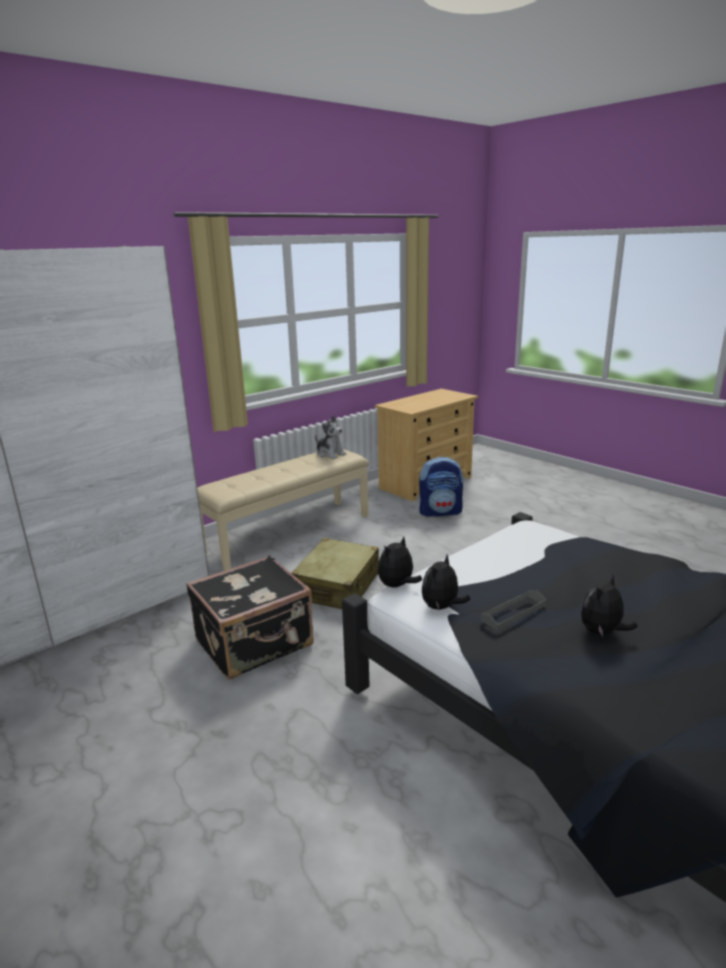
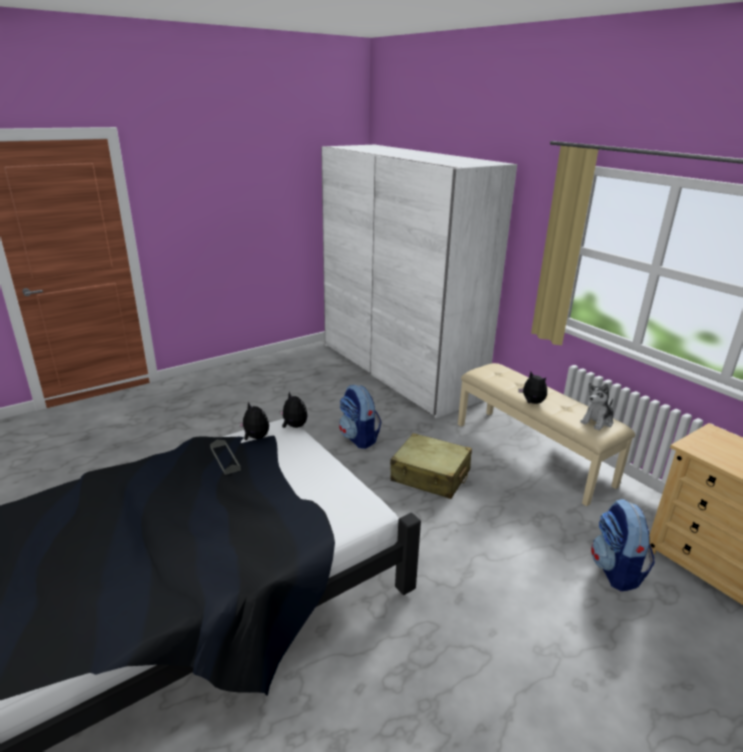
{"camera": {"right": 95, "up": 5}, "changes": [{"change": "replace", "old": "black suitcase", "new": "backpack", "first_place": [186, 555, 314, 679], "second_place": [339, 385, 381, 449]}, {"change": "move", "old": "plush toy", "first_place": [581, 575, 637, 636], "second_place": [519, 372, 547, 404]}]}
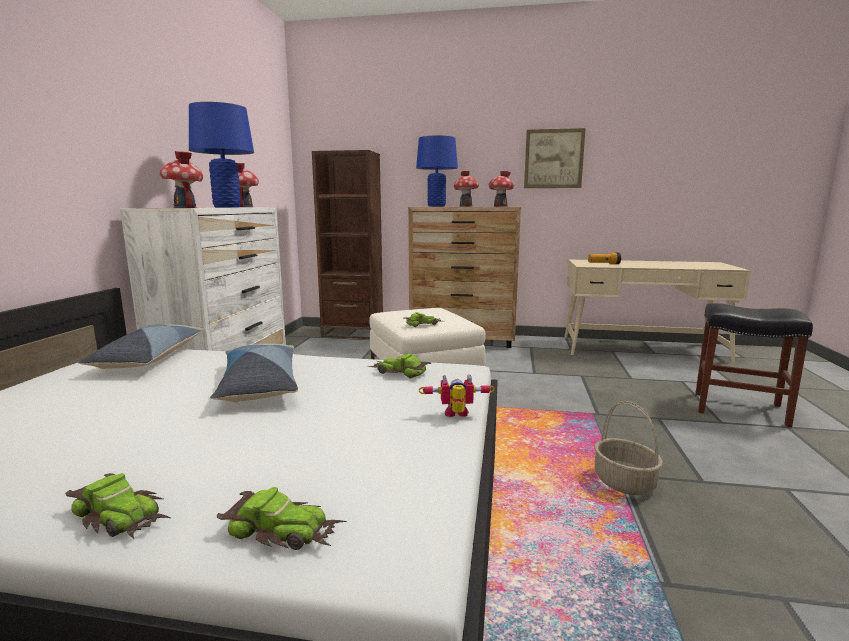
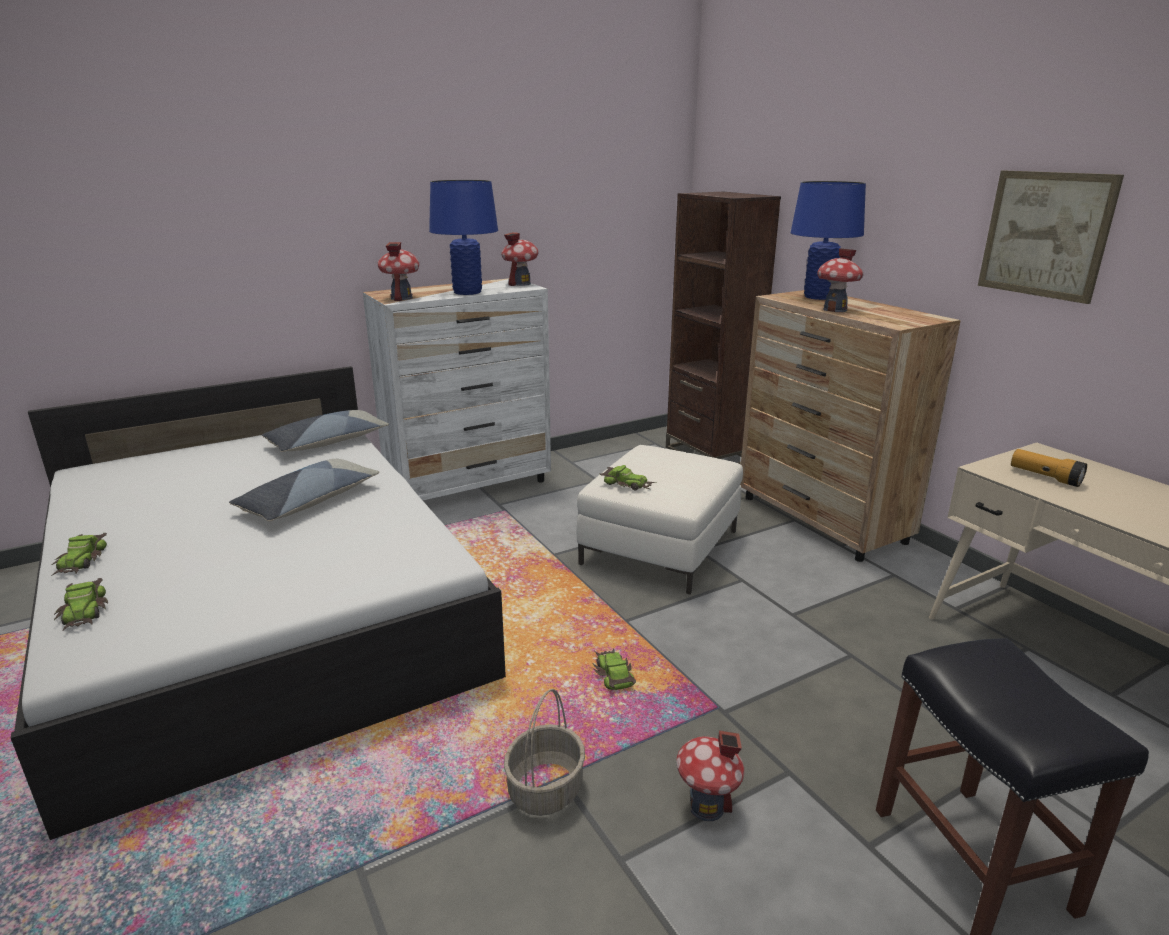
{"camera": {"right": 50, "up": 10}, "changes": [{"change": "move", "old": "toy car", "first_place": [367, 353, 431, 378], "second_place": [592, 648, 636, 690]}, {"change": "move", "old": "toy house", "first_place": [489, 171, 514, 207], "second_place": [676, 730, 744, 821]}, {"change": "delete", "old": "toy robot", "first_place": [418, 374, 495, 417]}]}
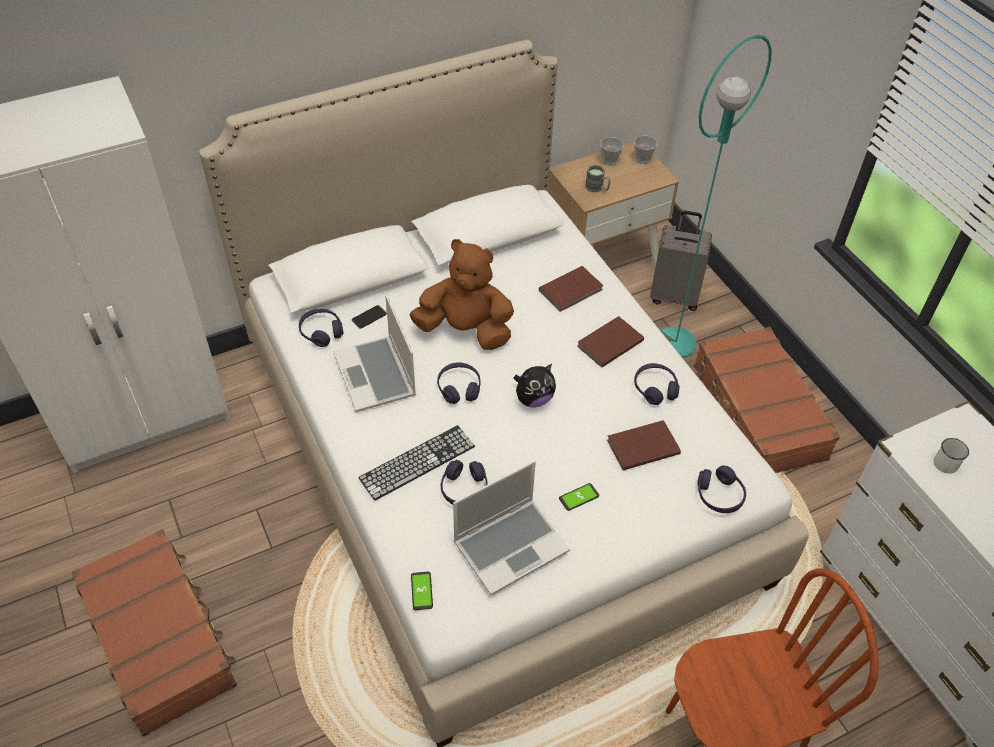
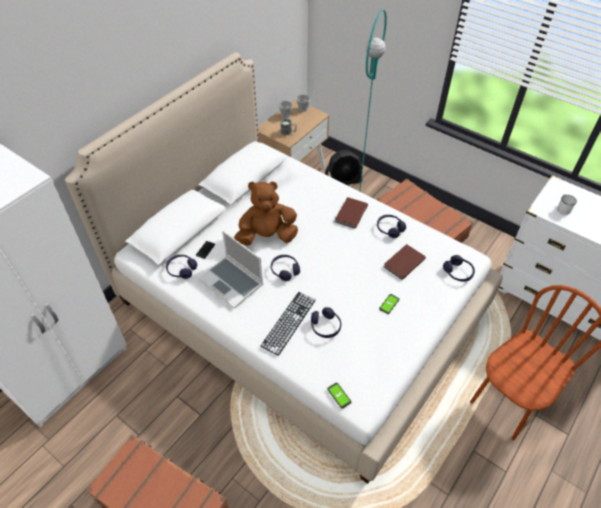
{"camera": {"right": -25, "up": 0}, "changes": [{"change": "replace", "old": "grey suitcase", "new": "black fan", "first_place": [650, 211, 712, 311], "second_place": [325, 150, 362, 185]}, {"change": "delete", "old": "laptop", "first_place": [453, 461, 570, 595]}, {"change": "delete", "old": "plush toy", "first_place": [513, 364, 556, 407]}, {"change": "delete", "old": "brown book", "first_place": [539, 266, 604, 312]}]}
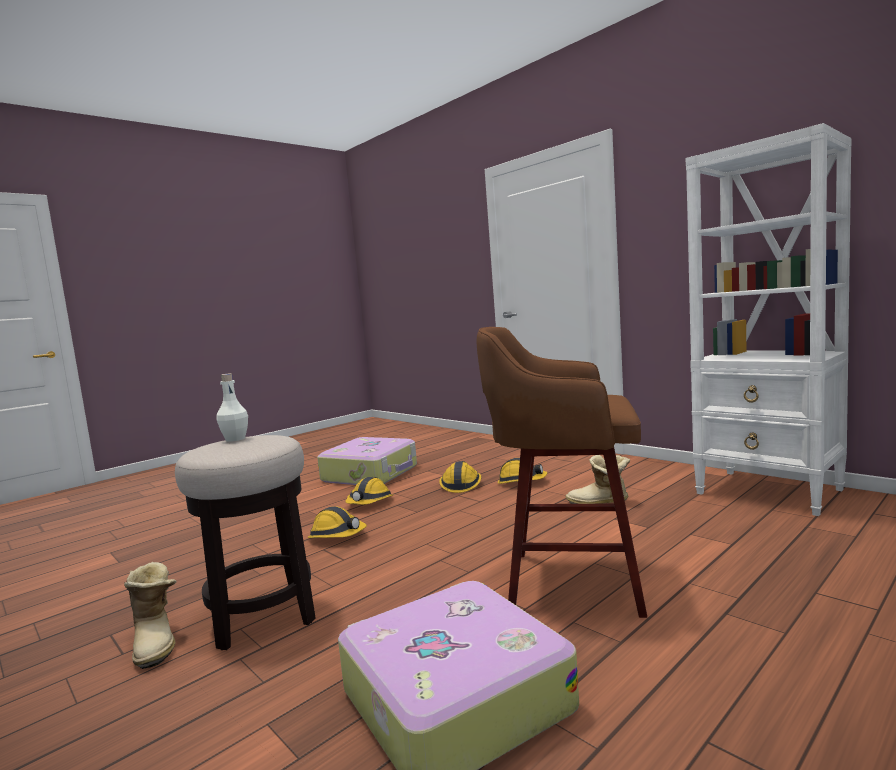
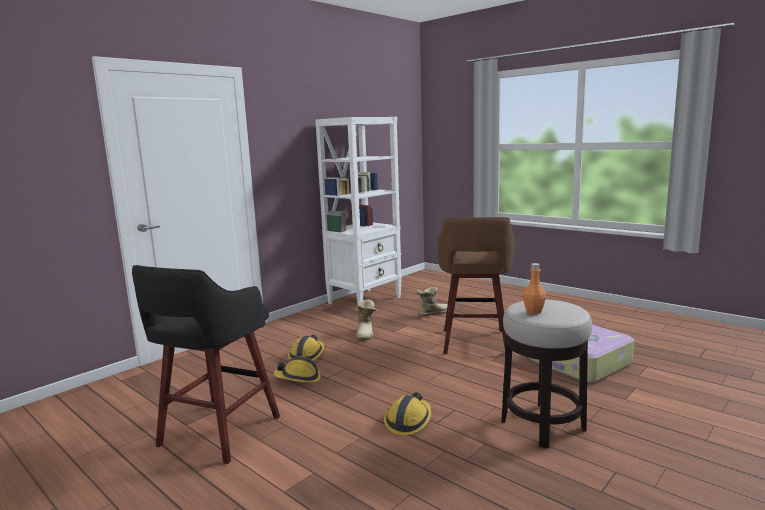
{"camera": {"right": -95, "up": 5}, "changes": [{"change": "replace", "old": "suitcase", "new": "black stool", "first_place": [317, 437, 417, 485], "second_place": [132, 265, 280, 464]}, {"change": "move", "old": "boot", "first_place": [124, 562, 176, 669], "second_place": [416, 287, 448, 316]}, {"change": "recolor", "old": "white bottle", "new": "orange bottle", "first_place": [216, 373, 248, 442], "second_place": [523, 263, 546, 314]}, {"change": "delete", "old": "hard hat", "first_place": [345, 477, 393, 505]}]}
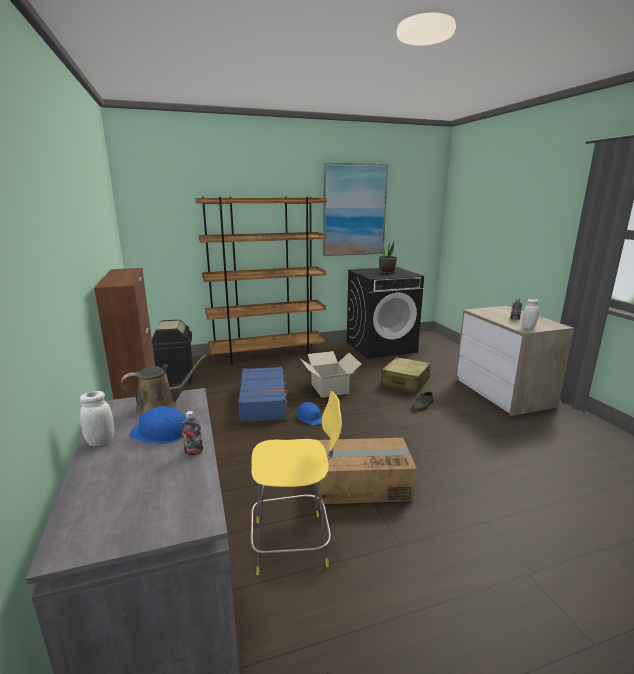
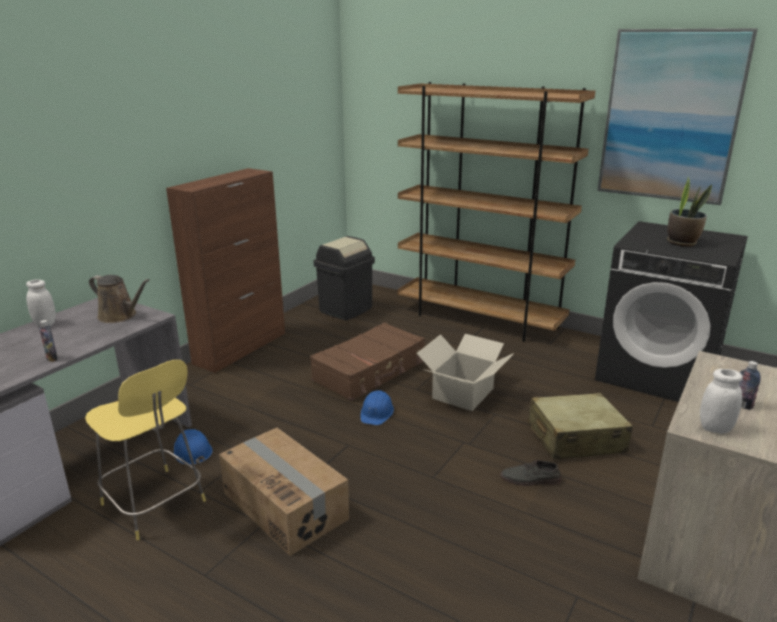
{"camera": {"right": 50, "up": 5}, "changes": [{"change": "move", "old": "blue hard hat", "first_place": [129, 406, 186, 444], "second_place": [174, 429, 212, 465]}, {"change": "recolor", "old": "blue suitcase", "new": "brown suitcase", "first_place": [238, 367, 290, 422], "second_place": [310, 322, 425, 401]}]}
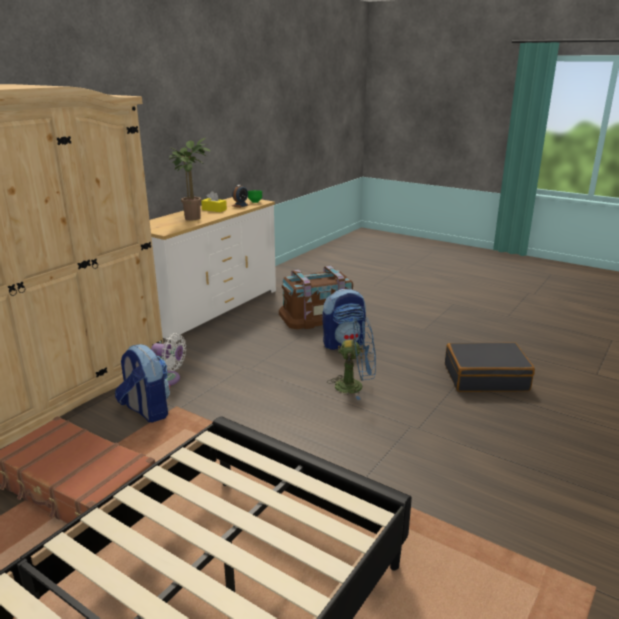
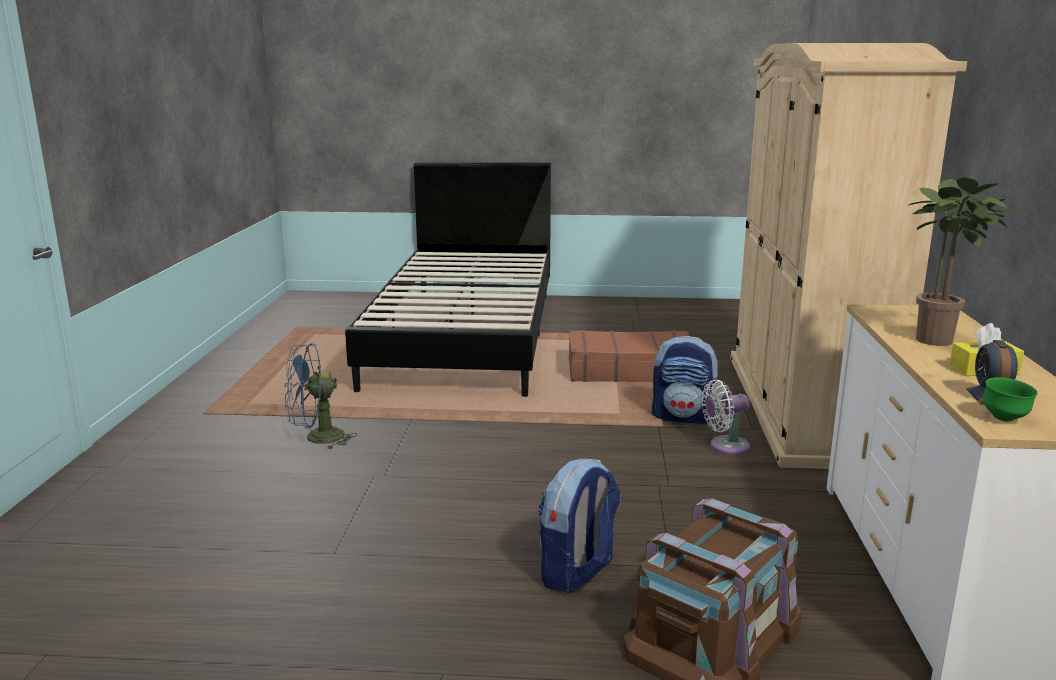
{"camera": {"right": 150, "up": -5}, "changes": [{"change": "move", "old": "blue fan", "first_place": [327, 317, 376, 400], "second_place": [285, 343, 357, 450]}, {"change": "delete", "old": "black suitcase", "first_place": [445, 342, 535, 392]}]}
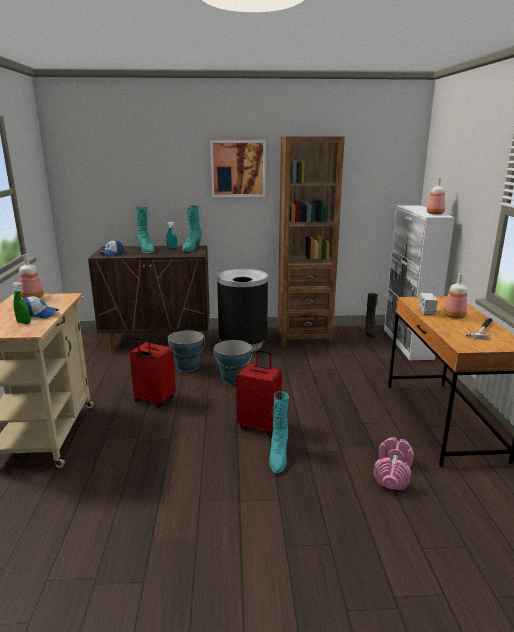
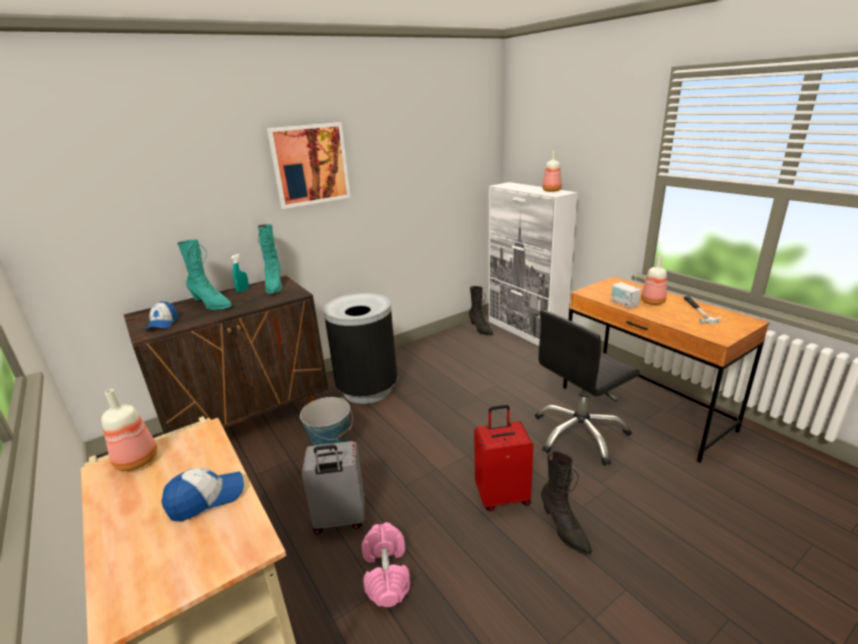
{"camera": {"right": -30, "up": 5}, "changes": [{"change": "recolor", "old": "red suitcase", "new": "grey suitcase", "first_place": [130, 337, 176, 408], "second_place": [302, 441, 364, 534]}, {"change": "move", "old": "pink dumbbell", "first_place": [374, 437, 414, 490], "second_place": [362, 522, 410, 607]}, {"change": "insert", "new": "black office chair", "second_place": [535, 310, 640, 466]}, {"change": "recolor", "old": "turquoise boot", "new": "black boot", "first_place": [269, 391, 289, 473], "second_place": [541, 451, 592, 555]}, {"change": "delete", "old": "green spray bottle", "first_place": [13, 282, 31, 324]}, {"change": "delete", "old": "bucket", "first_place": [214, 340, 253, 384]}, {"change": "delete", "old": "brown bookcase", "first_place": [278, 136, 345, 345]}]}
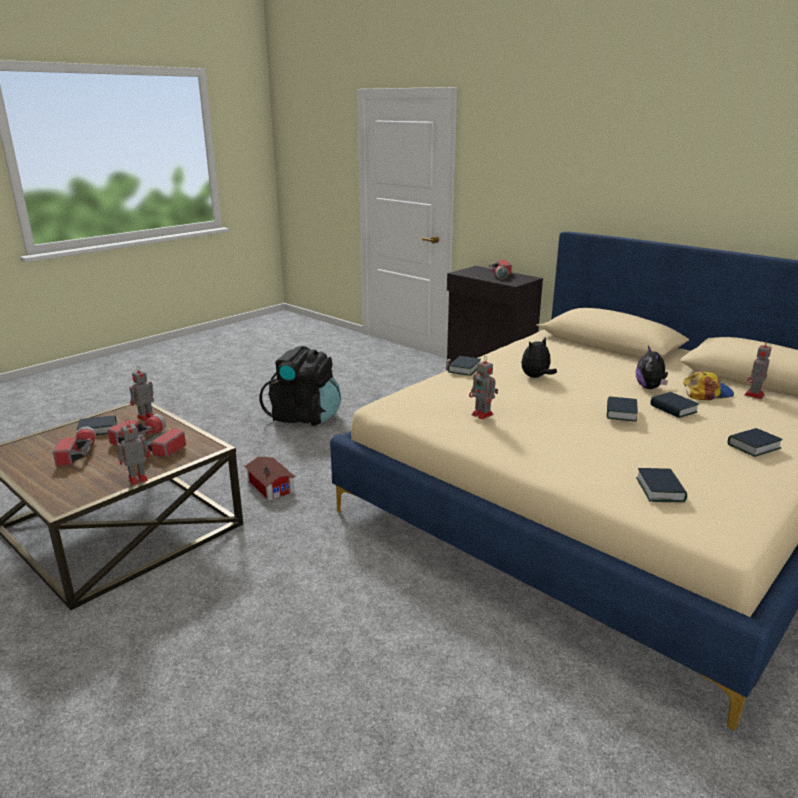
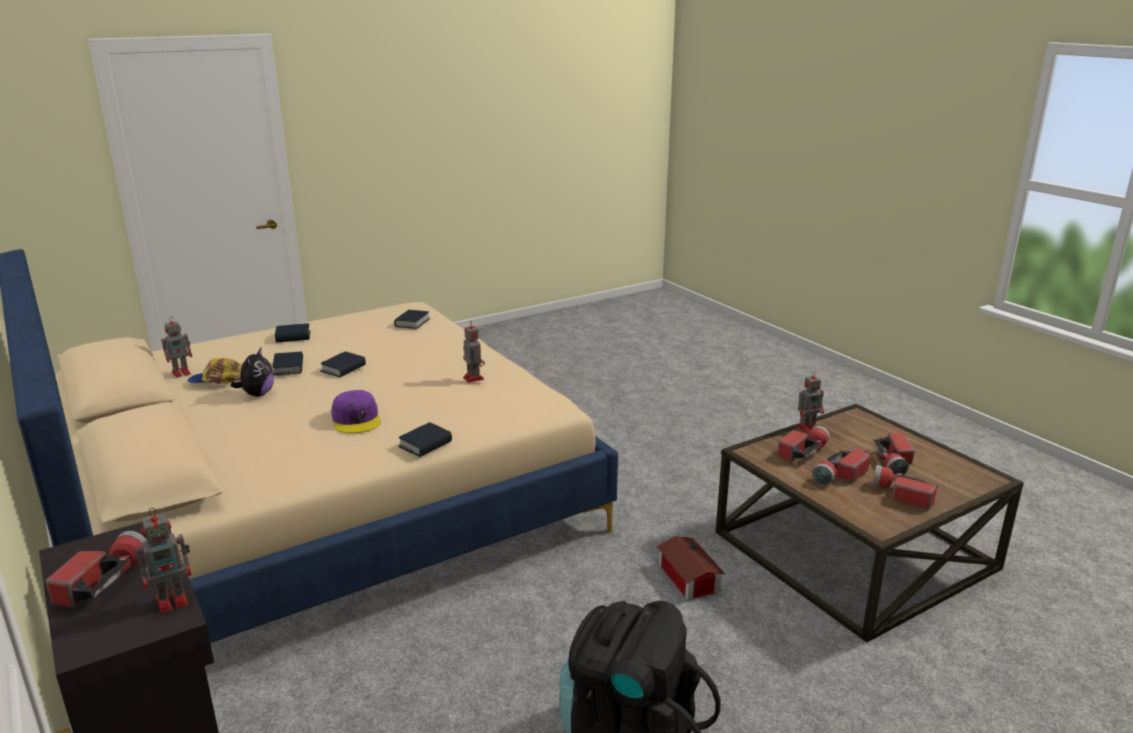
{"camera": {"right": -165, "up": 0}, "changes": [{"change": "move", "old": "toy robot", "first_place": [130, 366, 154, 422], "second_place": [135, 508, 192, 614]}, {"change": "replace", "old": "plush toy", "new": "purple cap", "first_place": [521, 337, 557, 378], "second_place": [331, 390, 381, 433]}, {"change": "replace", "old": "book", "new": "flashlight", "first_place": [77, 415, 117, 435], "second_place": [873, 465, 938, 510]}]}
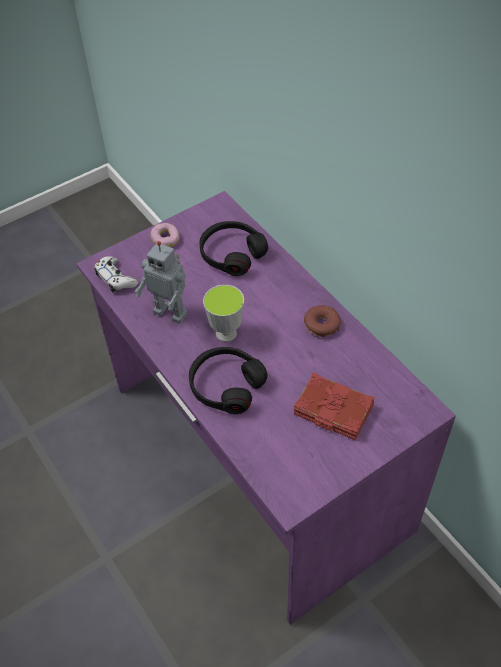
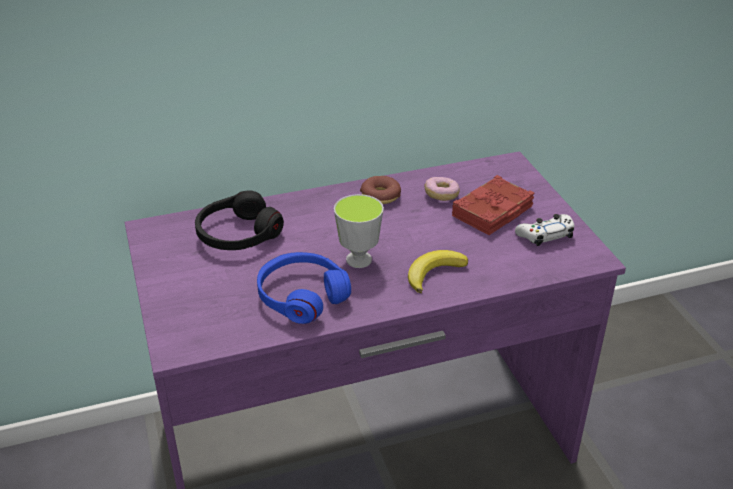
{"camera": {"right": -75, "up": -15}, "changes": [{"change": "replace", "old": "toy robot", "new": "blue headphones", "first_place": [134, 241, 187, 324], "second_place": [257, 252, 351, 324]}, {"change": "replace", "old": "black headphones", "new": "banana", "first_place": [189, 347, 268, 414], "second_place": [408, 250, 468, 293]}, {"change": "move", "old": "donut", "first_place": [150, 223, 180, 247], "second_place": [424, 177, 460, 201]}, {"change": "move", "old": "white game controller", "first_place": [94, 256, 138, 292], "second_place": [515, 214, 574, 246]}]}
